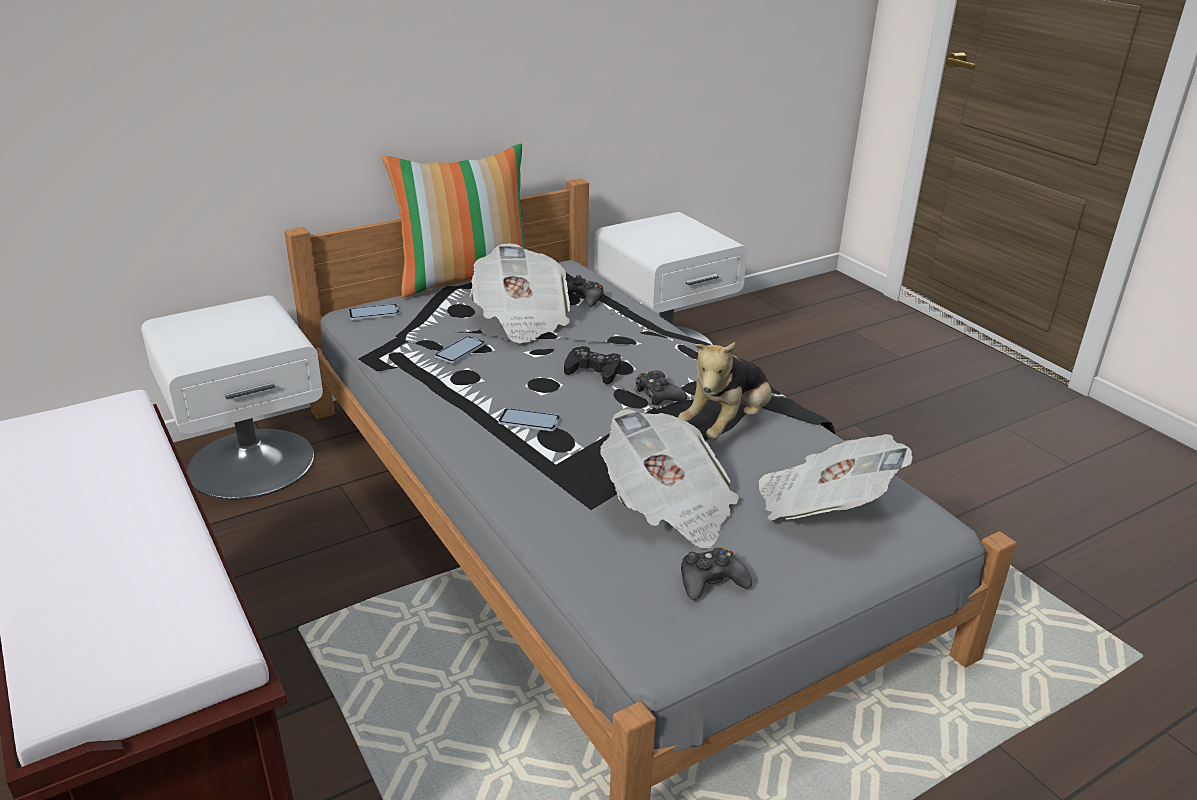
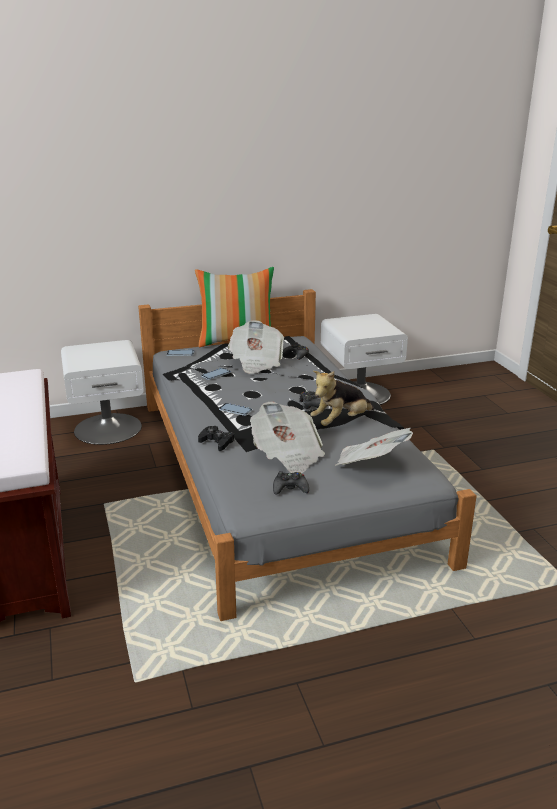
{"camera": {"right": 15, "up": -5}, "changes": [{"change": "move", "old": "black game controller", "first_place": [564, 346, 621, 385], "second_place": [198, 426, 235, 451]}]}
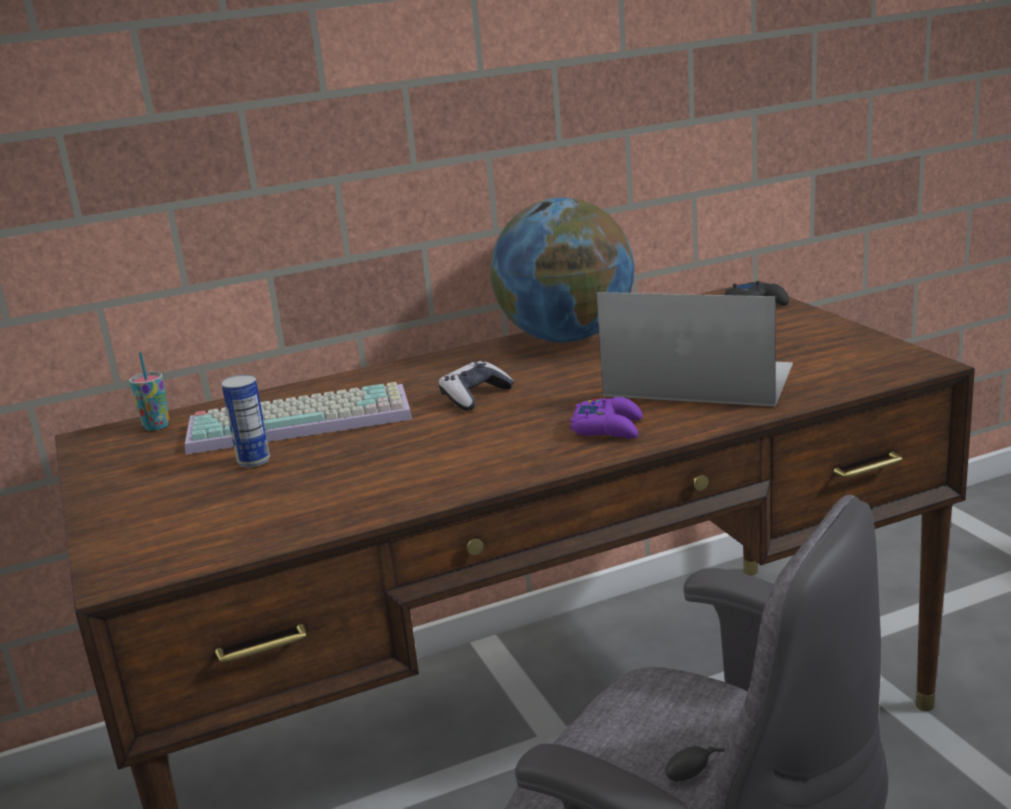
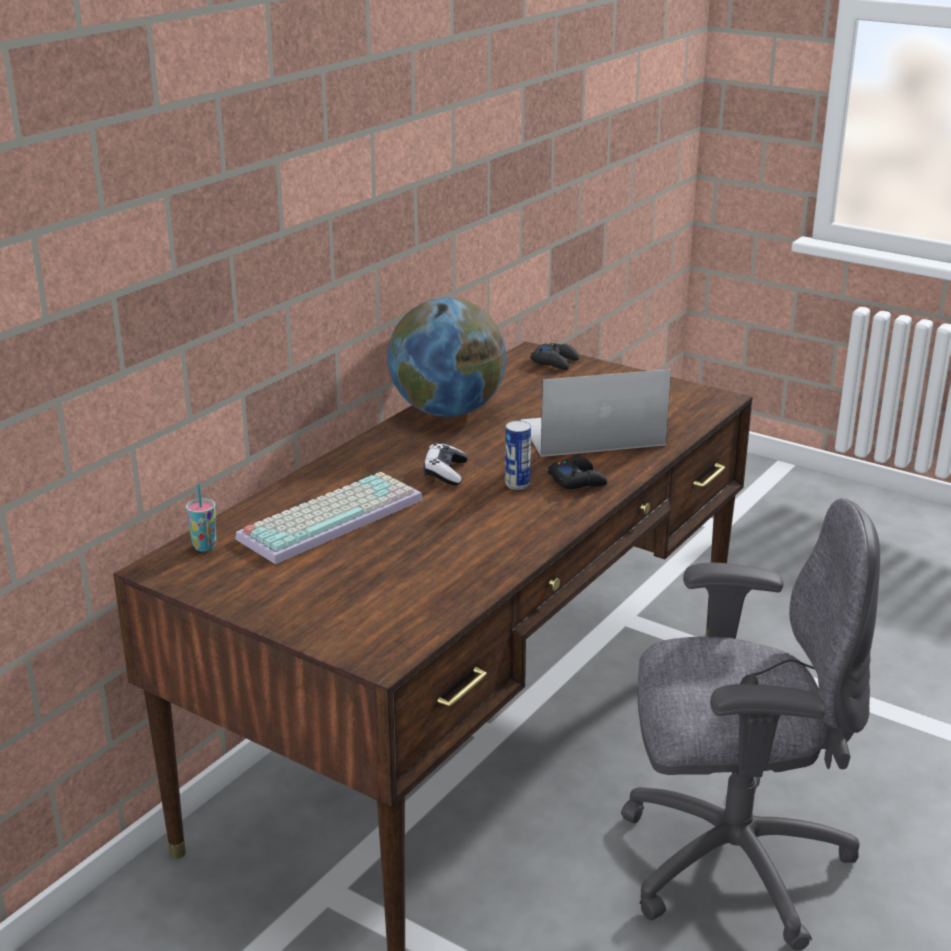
{"camera": {"right": -35, "up": 5}, "changes": [{"change": "move", "old": "can", "first_place": [222, 375, 270, 468], "second_place": [505, 420, 531, 490]}, {"change": "recolor", "old": "purple game controller", "new": "black game controller", "first_place": [570, 397, 643, 438], "second_place": [548, 456, 607, 489]}]}
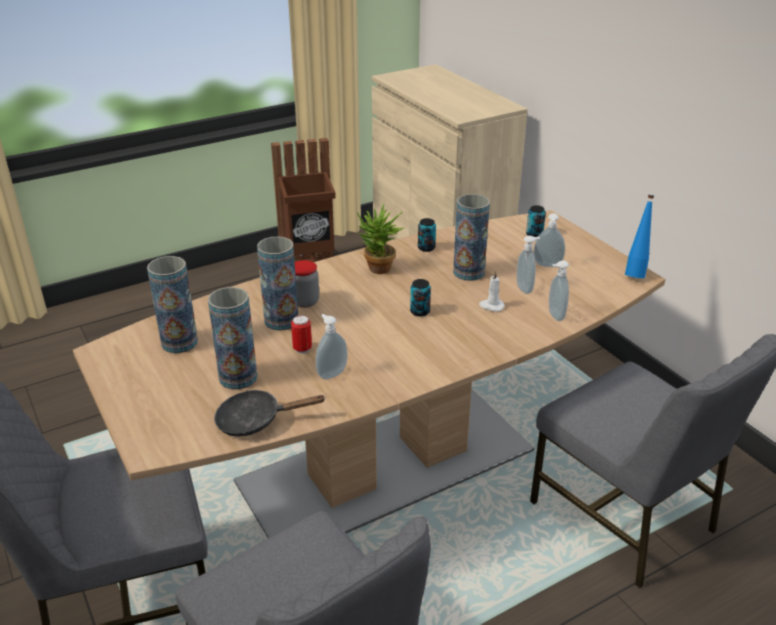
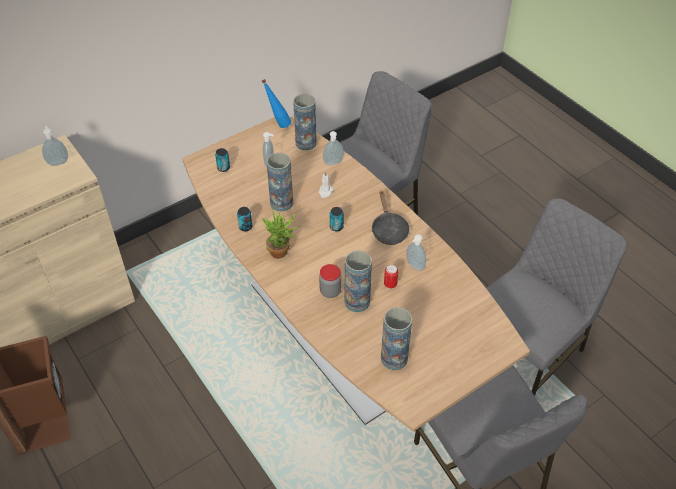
{"camera": {"right": -95, "up": 15}, "changes": [{"change": "move", "old": "soap dispenser", "first_place": [517, 236, 540, 294], "second_place": [42, 126, 68, 166]}, {"change": "move", "old": "vase", "first_place": [208, 287, 257, 389], "second_place": [293, 94, 317, 150]}, {"change": "move", "old": "black frying pan", "first_place": [214, 390, 325, 437], "second_place": [372, 191, 410, 245]}]}
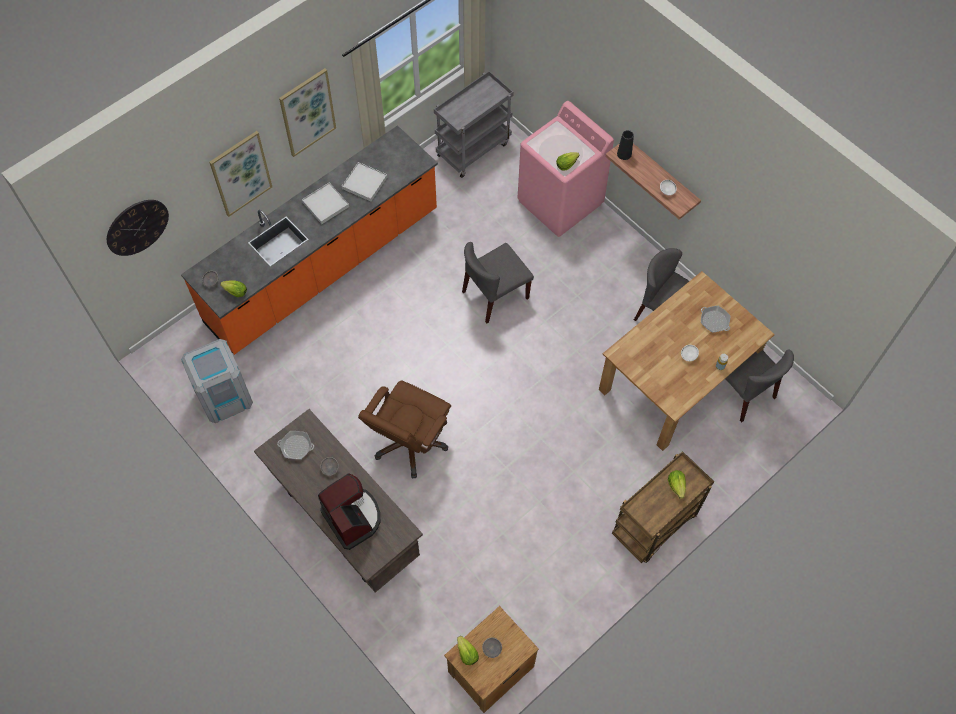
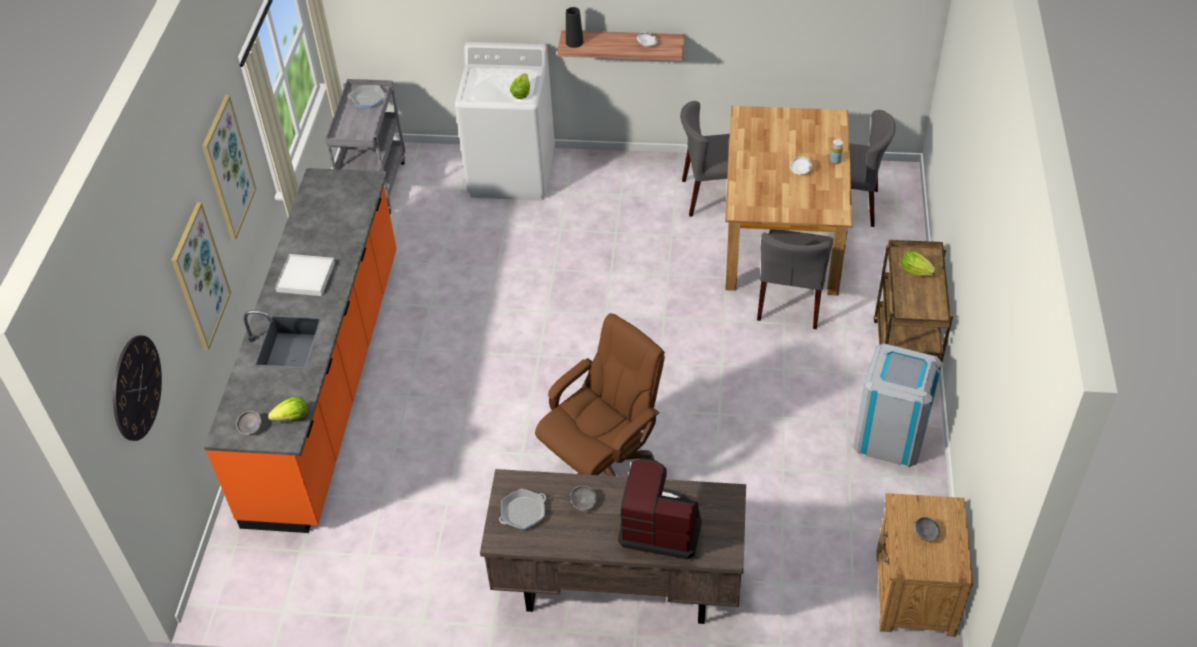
{"camera": {"right": -40, "up": -15}, "changes": [{"change": "move", "old": "frying pan", "first_place": [701, 306, 730, 333], "second_place": [348, 85, 387, 108]}, {"change": "recolor", "old": "pink washing machine", "new": "white washing machine", "first_place": [518, 101, 614, 237], "second_place": [455, 41, 555, 200]}, {"change": "rotate", "old": "brown office chair", "first_place": [358, 380, 451, 479], "second_place": [535, 313, 665, 476], "degrees": -120}, {"change": "move", "old": "grey chair", "first_place": [462, 242, 534, 324], "second_place": [757, 229, 833, 329]}, {"change": "move", "old": "grey trash can", "first_place": [181, 339, 253, 423], "second_place": [853, 343, 942, 467]}, {"change": "delete", "old": "white tray", "first_place": [342, 162, 387, 201]}, {"change": "delete", "old": "lettuce", "first_place": [457, 636, 479, 665]}]}
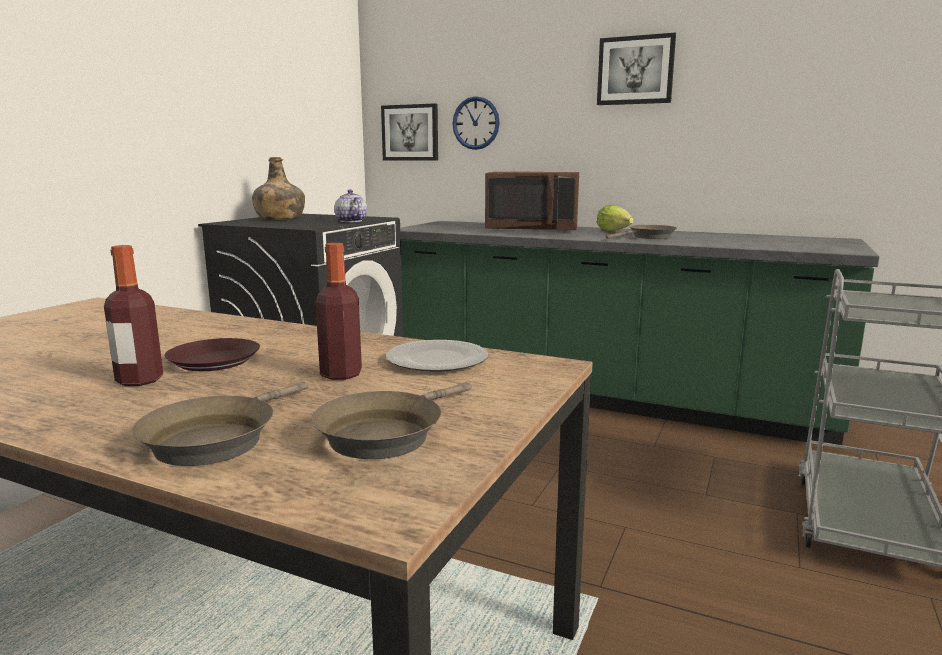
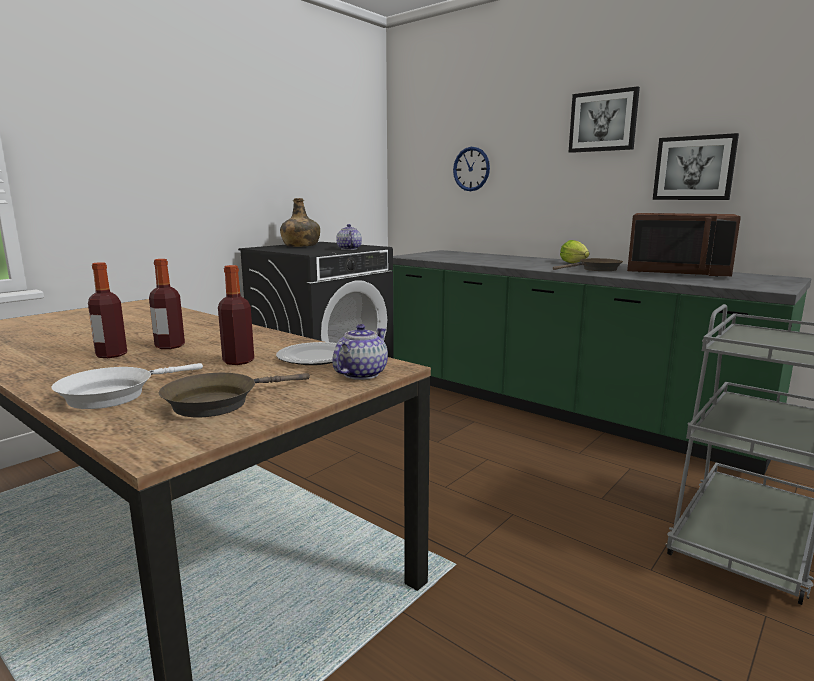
{"camera": {"right": 15, "up": 0}, "changes": [{"change": "recolor", "old": "brown frying pan", "new": "white frying pan", "first_place": [131, 381, 308, 466], "second_place": [51, 363, 203, 409]}, {"change": "replace", "old": "brown plate", "new": "bottle", "first_place": [164, 338, 260, 371], "second_place": [149, 259, 185, 349]}, {"change": "insert", "new": "teapot", "second_place": [332, 324, 388, 380]}, {"change": "move", "old": "brown microwave", "first_place": [485, 172, 579, 231], "second_place": [627, 213, 741, 277]}, {"change": "move", "old": "picture", "first_place": [381, 103, 438, 161], "second_place": [653, 133, 739, 200]}]}
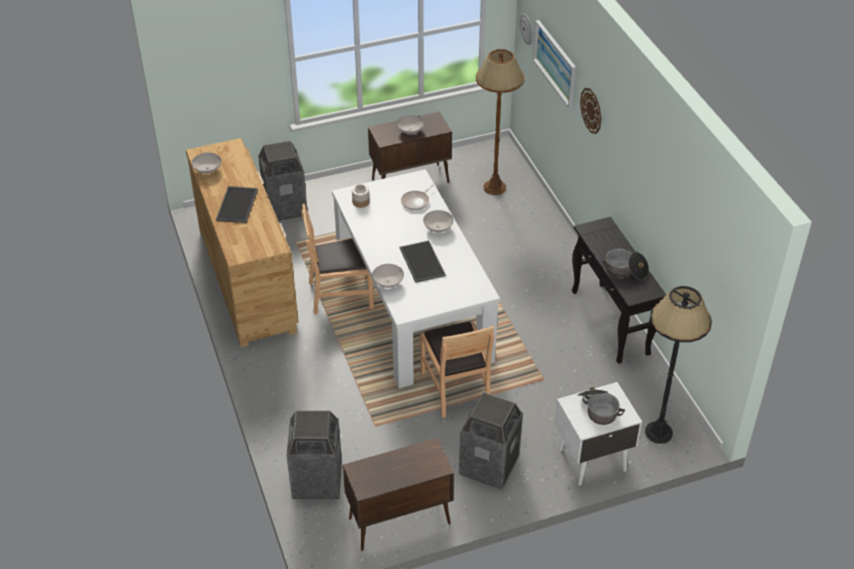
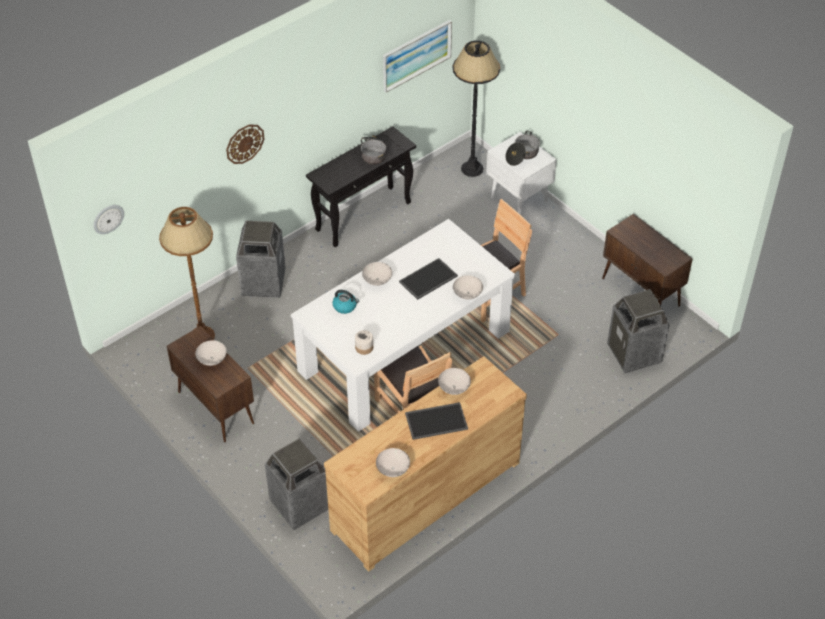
{"camera": {"right": -110, "up": 5}, "changes": [{"change": "move", "old": "trash can", "first_place": [459, 392, 523, 490], "second_place": [236, 221, 286, 298]}, {"change": "replace", "old": "frying pan", "new": "kettle", "first_place": [401, 185, 434, 210], "second_place": [333, 290, 359, 314]}, {"change": "move", "old": "picture", "first_place": [533, 20, 576, 108], "second_place": [383, 20, 452, 93]}, {"change": "insert", "new": "white bowl", "second_place": [438, 368, 471, 395]}]}
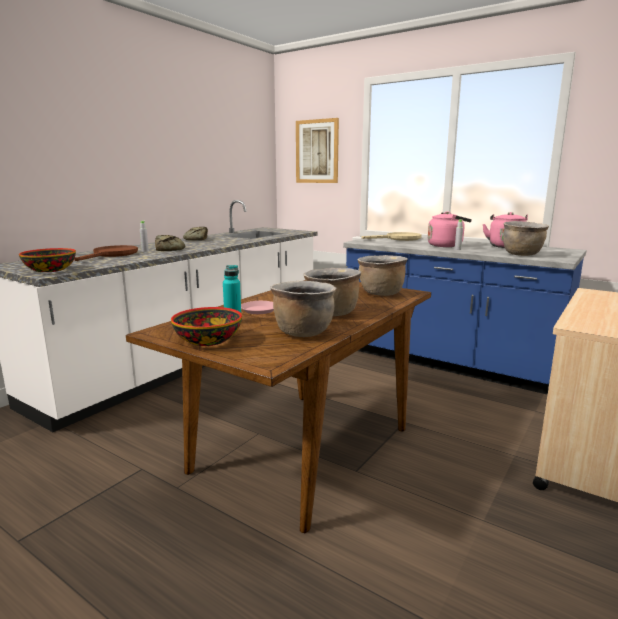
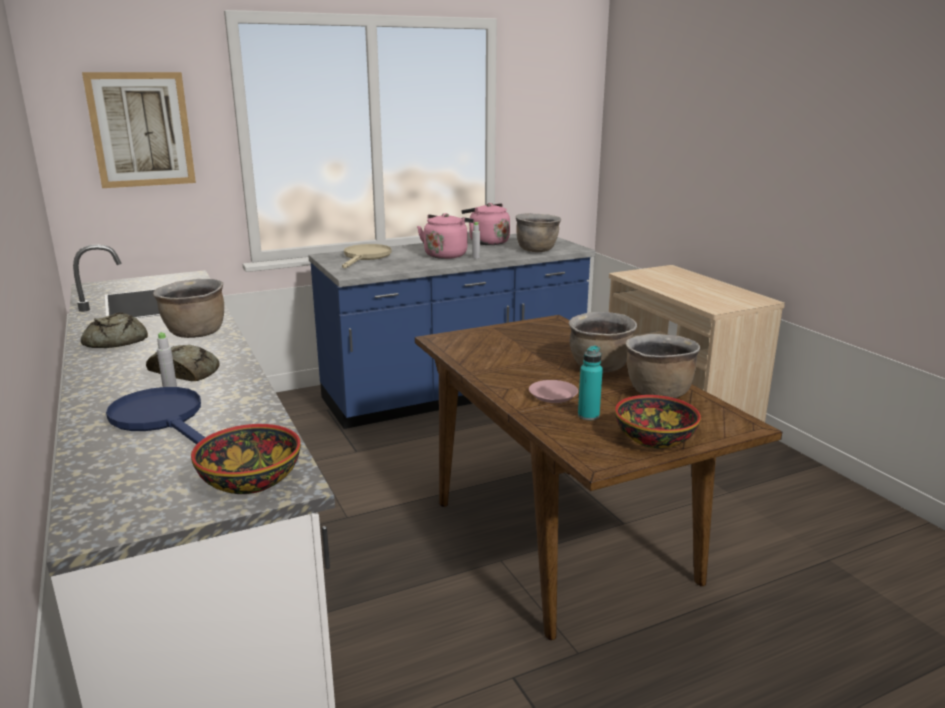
{"camera": {"right": -60, "up": 5}, "changes": [{"change": "recolor", "old": "brown frying pan", "new": "blue frying pan", "first_place": [74, 245, 138, 261], "second_place": [106, 387, 206, 445]}, {"change": "move", "old": "brown cooking pot", "first_place": [357, 255, 408, 296], "second_place": [153, 279, 224, 338]}]}
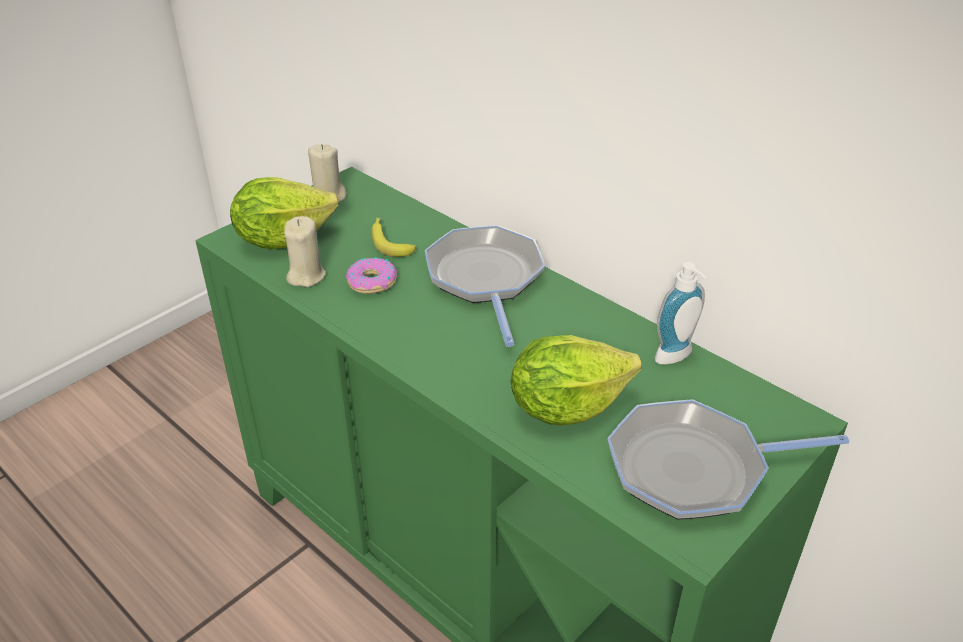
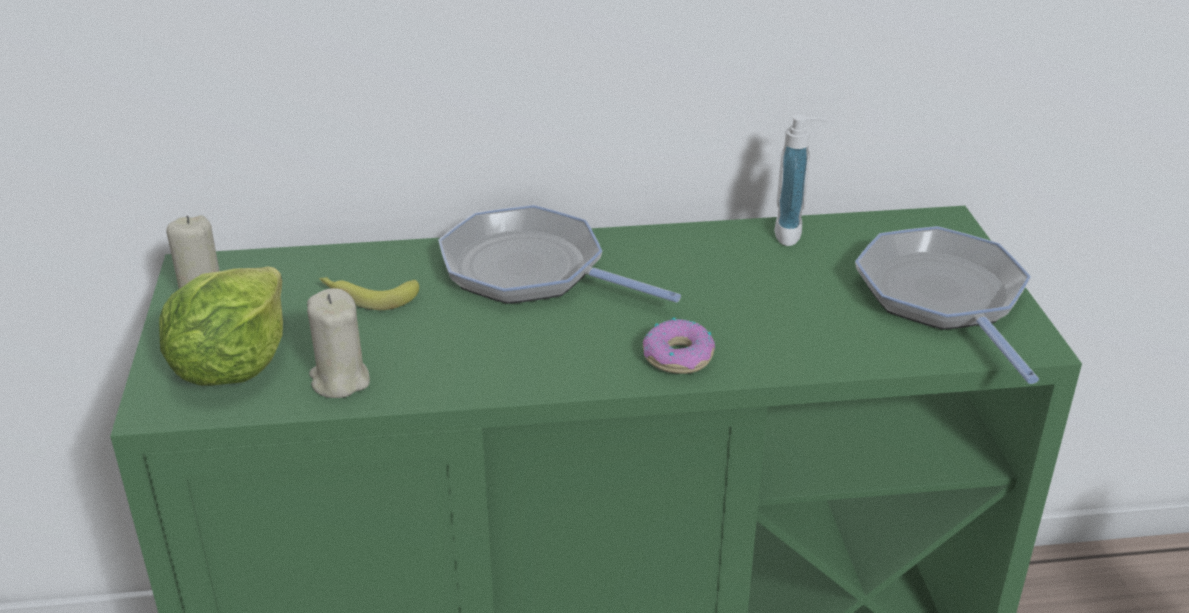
{"camera": {"right": -50, "up": -5}, "changes": [{"change": "move", "old": "donut", "first_place": [346, 257, 397, 294], "second_place": [643, 318, 715, 374]}, {"change": "rotate", "old": "frying pan", "first_place": [607, 399, 849, 520], "second_place": [855, 226, 1039, 384], "degrees": 135}, {"change": "delete", "old": "lettuce", "first_place": [511, 335, 641, 426]}]}
